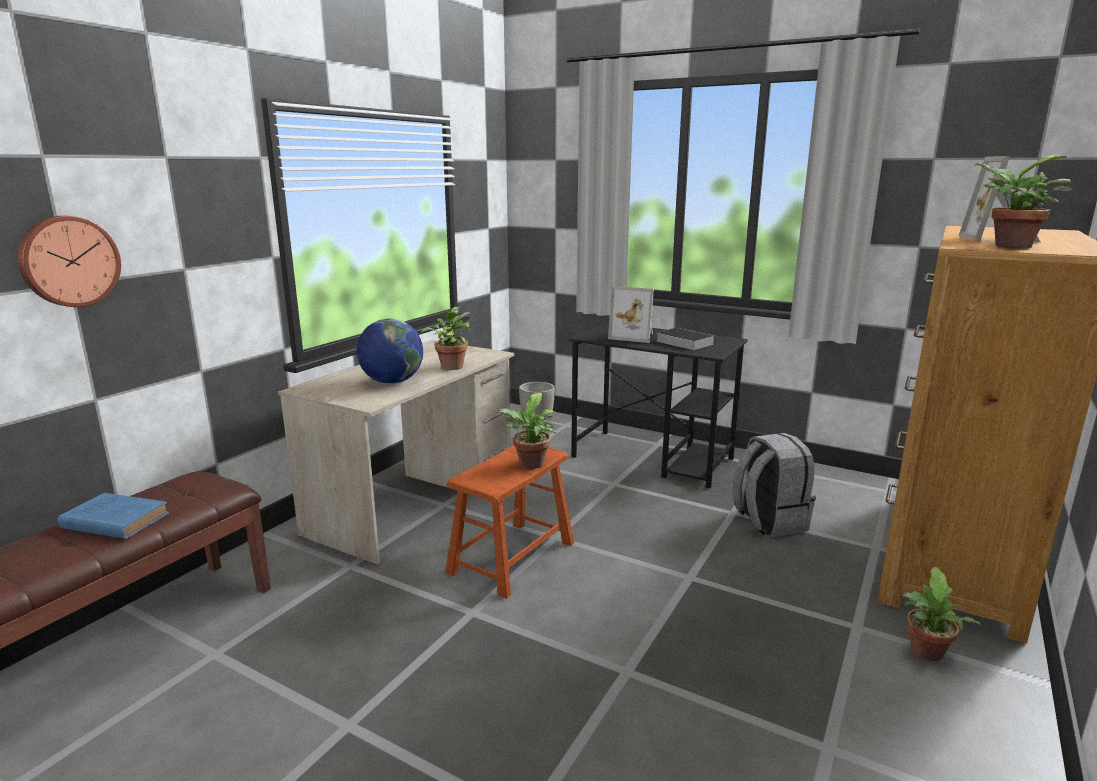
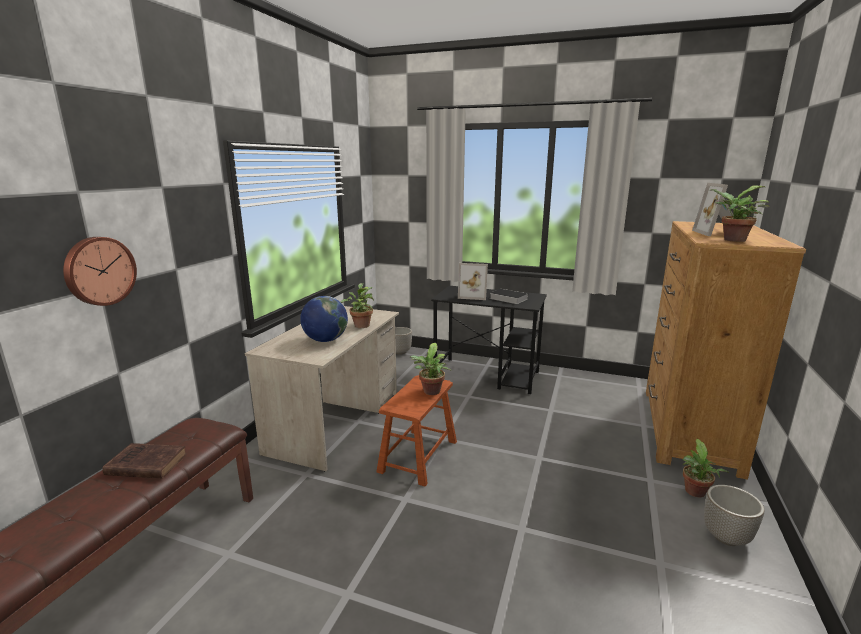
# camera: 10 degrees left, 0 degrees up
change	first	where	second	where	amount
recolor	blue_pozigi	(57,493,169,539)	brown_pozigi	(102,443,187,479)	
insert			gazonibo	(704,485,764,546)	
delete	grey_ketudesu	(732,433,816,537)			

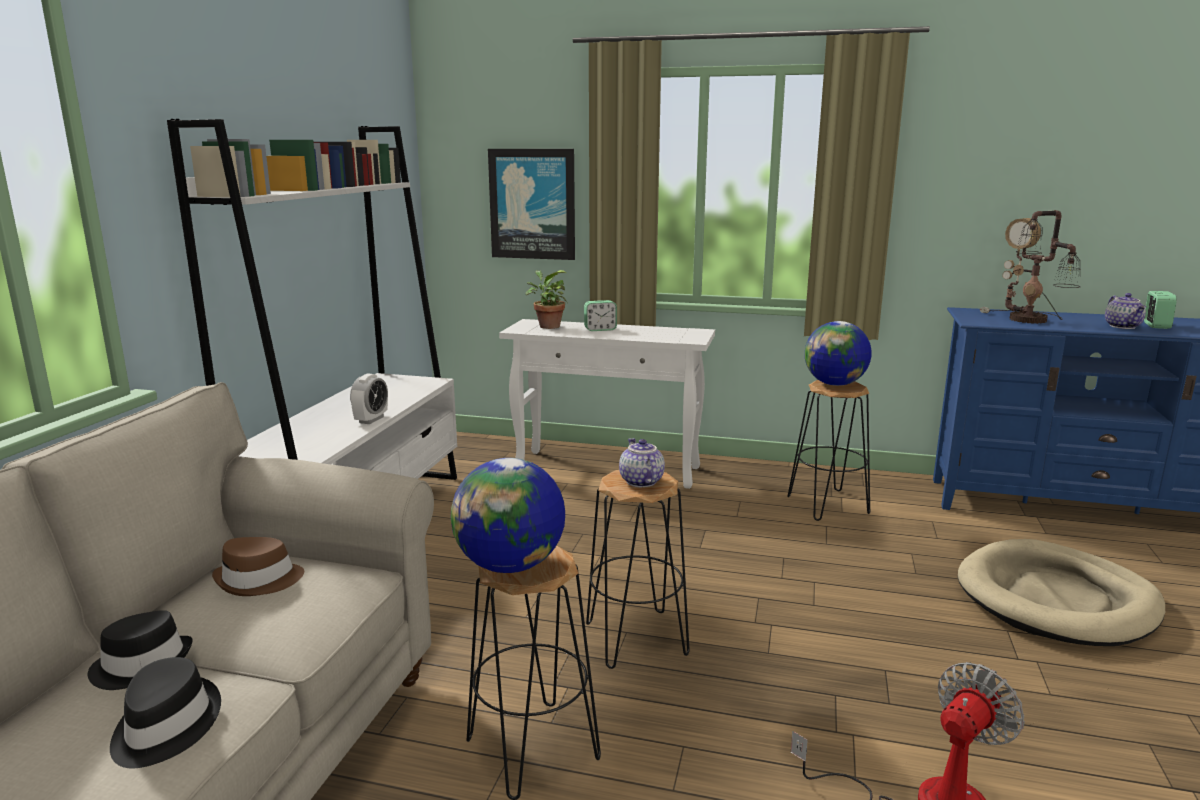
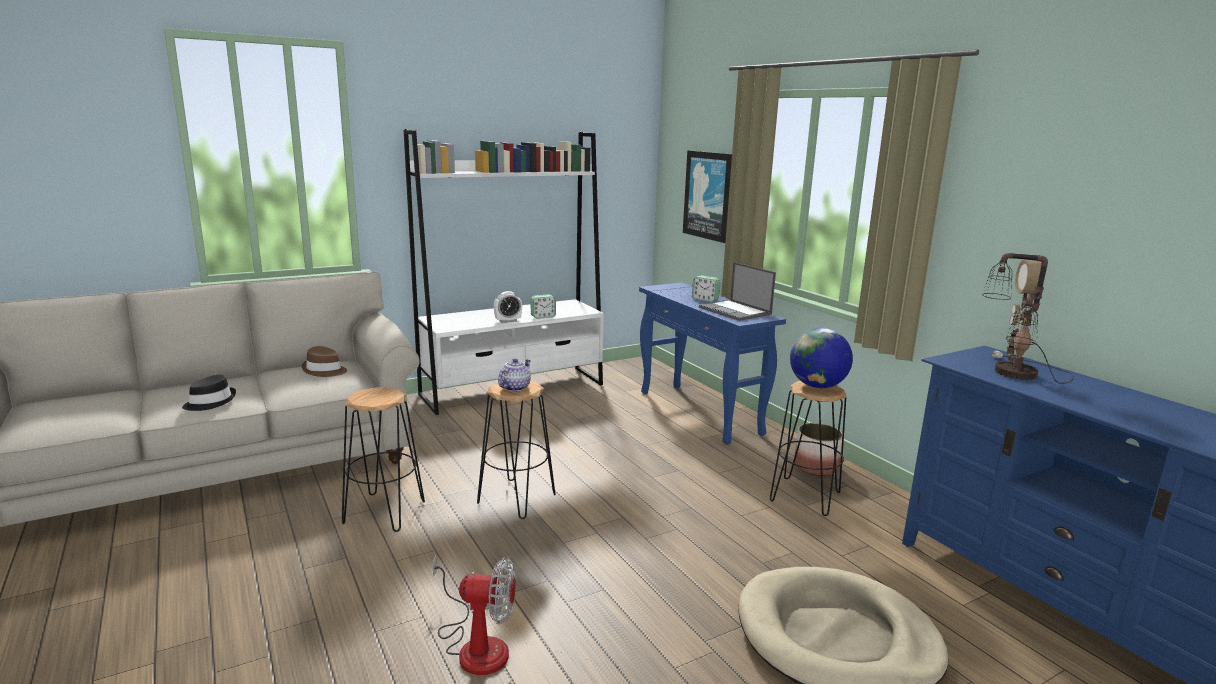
# camera: 45 degrees right, 0 degrees up
change	first	where	second	where	amount
move	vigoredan	(1144,291,1177,329)		(530,294,556,319)	
recolor	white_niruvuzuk	(499,319,715,489)	blue_niruvuzuk	(639,282,786,445)	
insert			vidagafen	(699,262,776,321)	
insert			gazonibo	(794,423,843,476)	
delete	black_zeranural	(88,610,193,690)			
delete	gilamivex	(450,458,565,573)			
delete	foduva	(525,270,567,329)			
delete	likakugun	(1105,293,1146,329)			

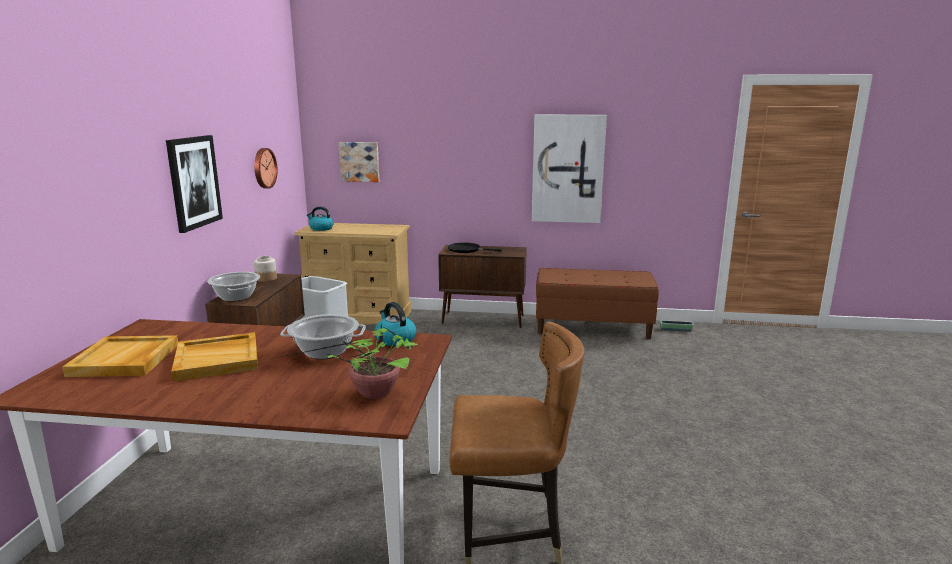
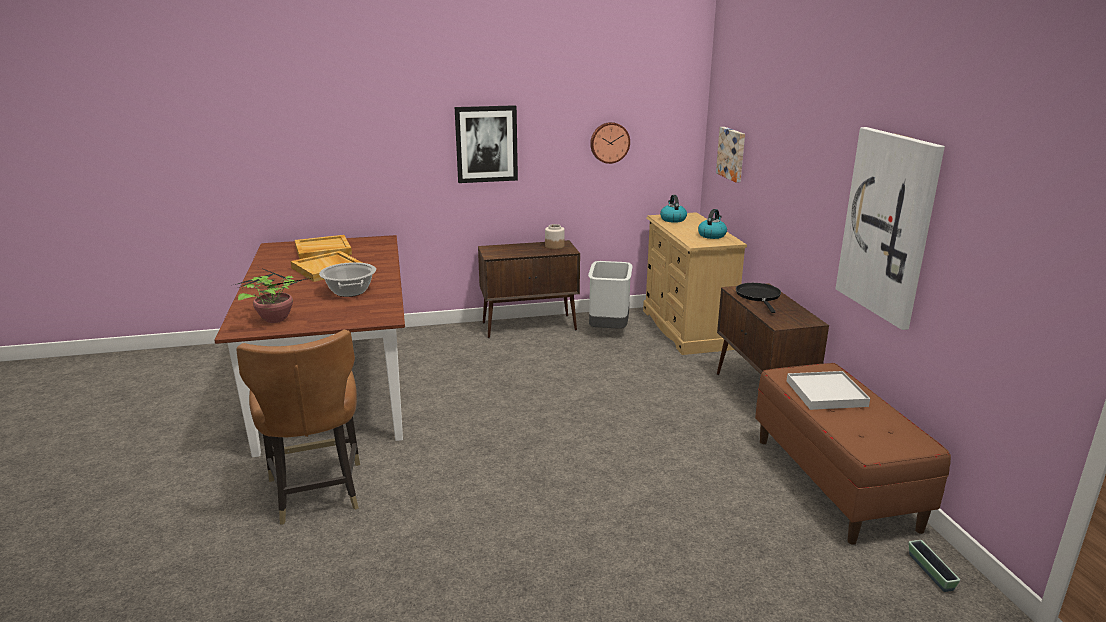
# camera: 70 degrees right, 5 degrees up
change	first	where	second	where	amount
move	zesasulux	(375,302,416,346)		(698,209,727,239)	
insert			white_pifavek	(787,371,870,410)	
delete	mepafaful	(207,272,260,301)			

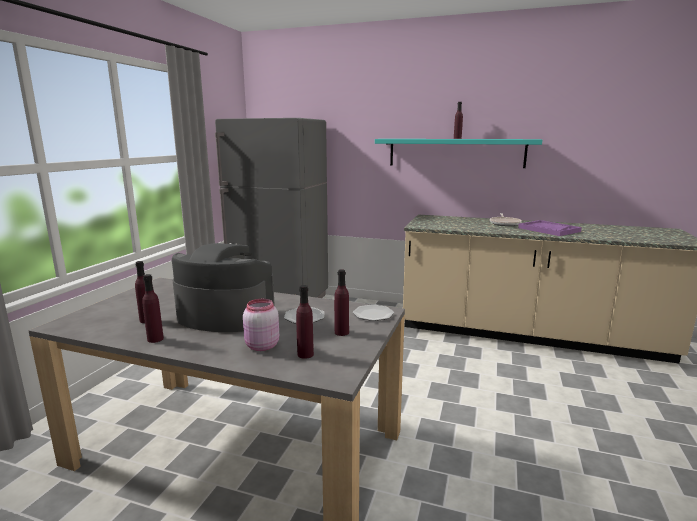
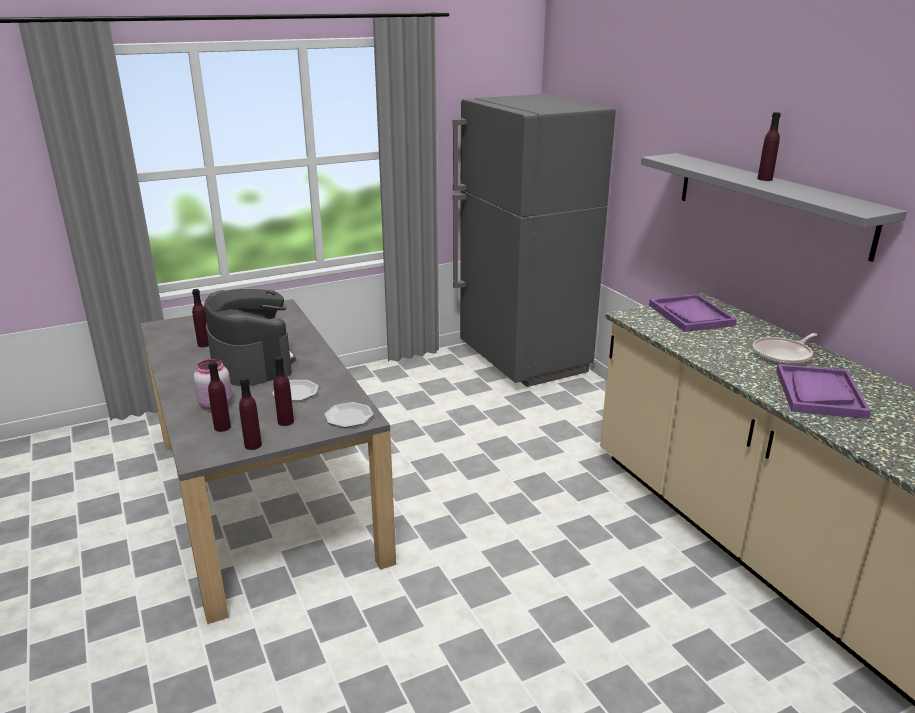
# camera: 45 degrees right, 10 degrees up
change	first	where	second	where	amount
move	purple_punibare	(142,274,164,343)		(239,377,262,450)	
recolor	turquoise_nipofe	(375,139,542,168)	grey_nipofe	(641,153,907,262)	
insert			purple_pifavek	(649,294,737,332)	

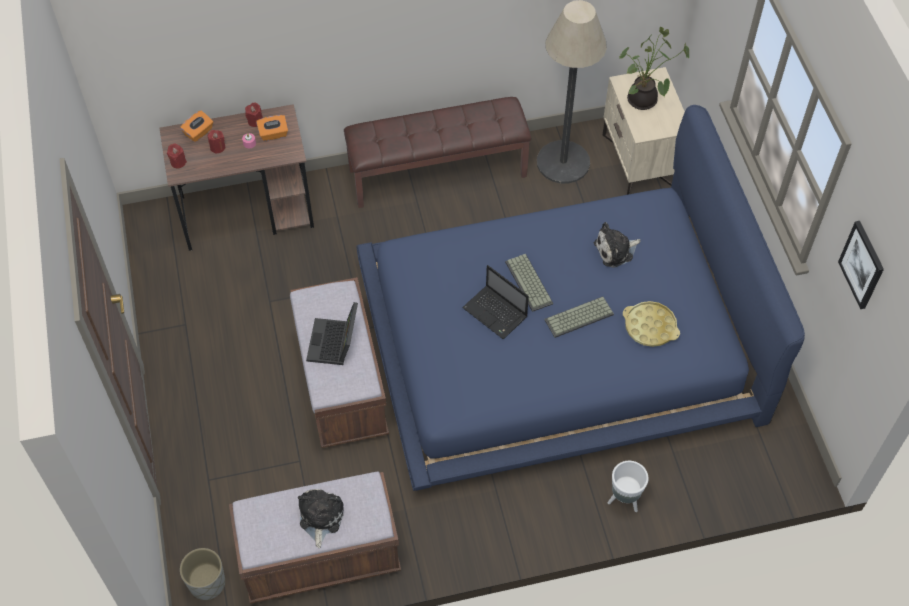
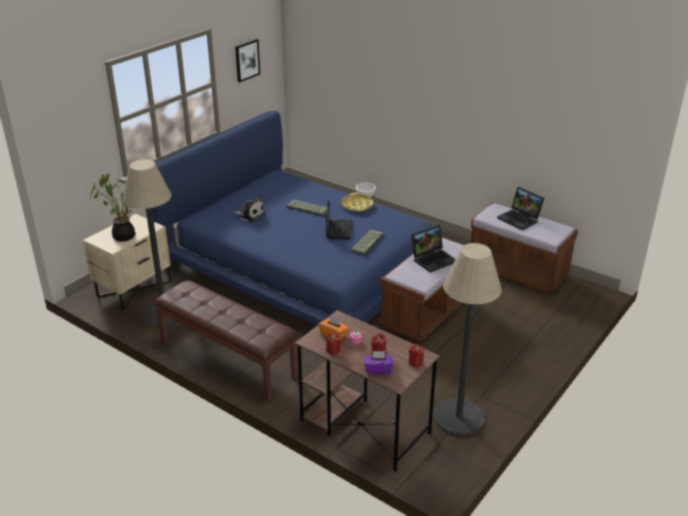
# camera: 130 degrees left, 25 degrees down
change	first	where	second	where	amount
move	yellow_pifavek	(623,301,680,347)		(341,193,373,211)	
move	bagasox	(505,254,553,312)		(351,229,384,255)	
recolor	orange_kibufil	(180,110,213,142)	purple_kibufil	(364,351,393,375)	
insert			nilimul	(434,243,502,436)	
replace	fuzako	(298,489,343,548)	vidagafen	(497,187,544,230)	
delete	grey_gazonibo	(180,548,225,600)			

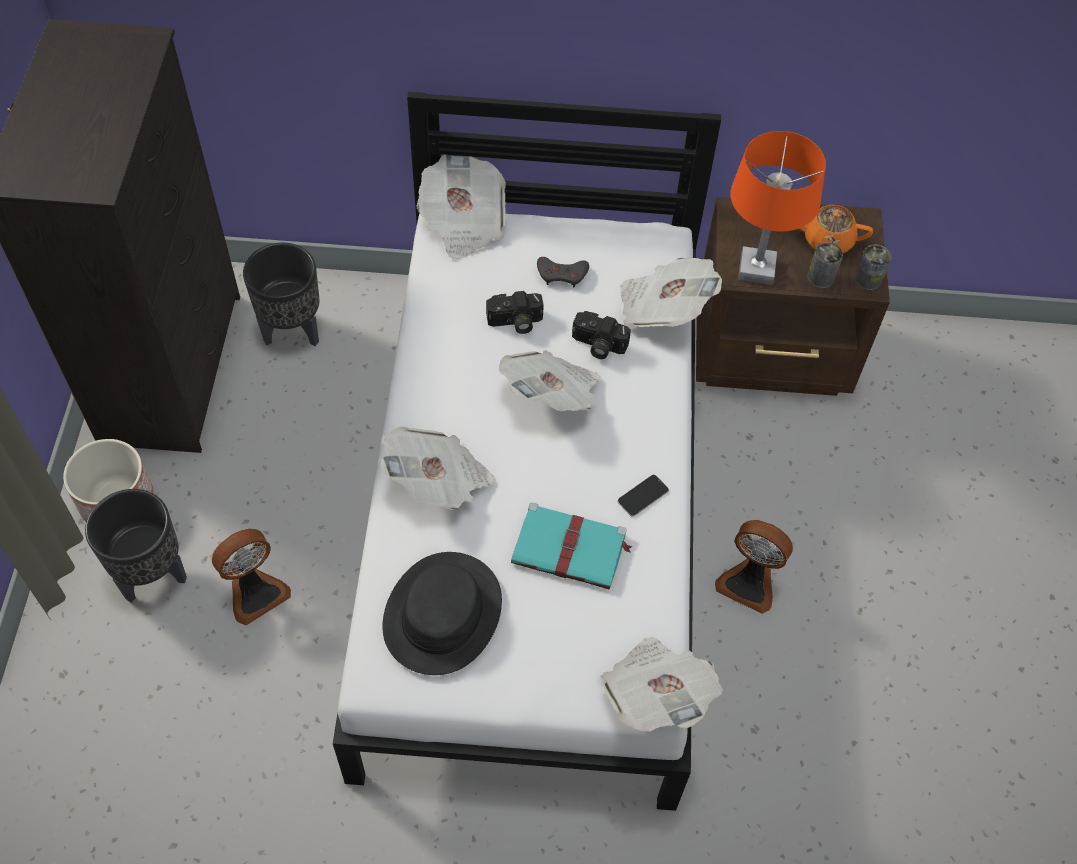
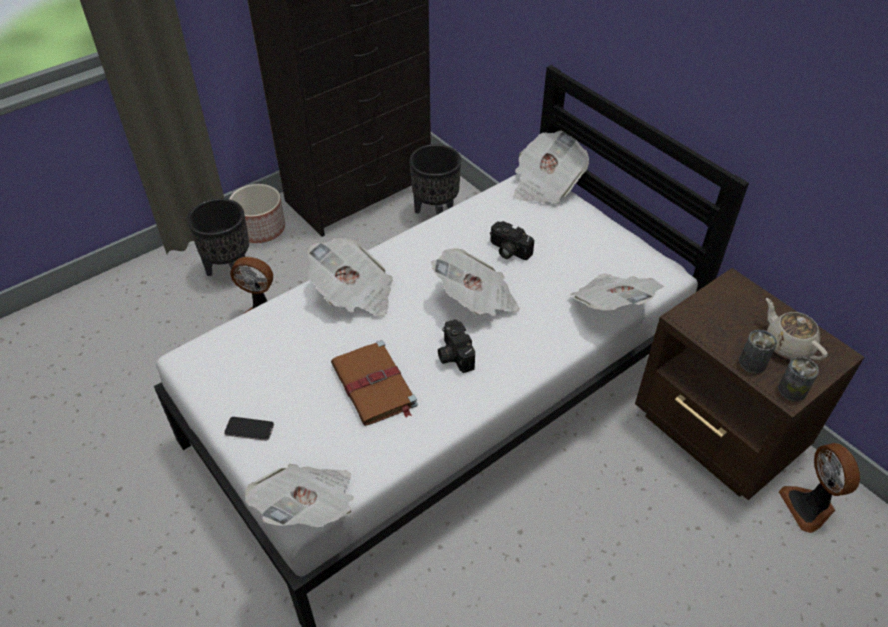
# camera: 50 degrees right, 10 degrees down
change	first	where	second	where	amount
move	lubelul	(618,475,669,517)		(224,417,274,441)	
recolor	turquoise_pozigi	(511,502,633,590)	brown_pozigi	(331,340,418,426)	
move	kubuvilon	(572,311,631,359)		(438,319,475,373)	
recolor	orange_likakugun	(799,205,873,253)	beige_likakugun	(766,298,828,360)	
move	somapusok	(715,520,793,614)		(779,443,860,533)	
delete	black_zeranural	(382,552,502,675)			
delete	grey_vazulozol	(537,257,589,288)			
delete	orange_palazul	(731,131,826,285)			

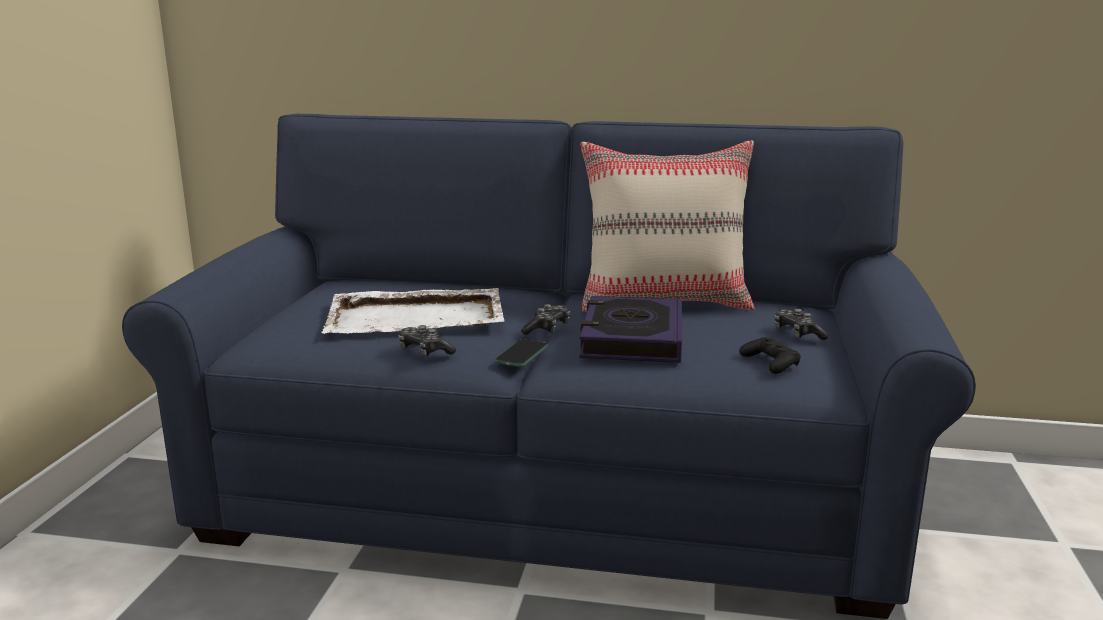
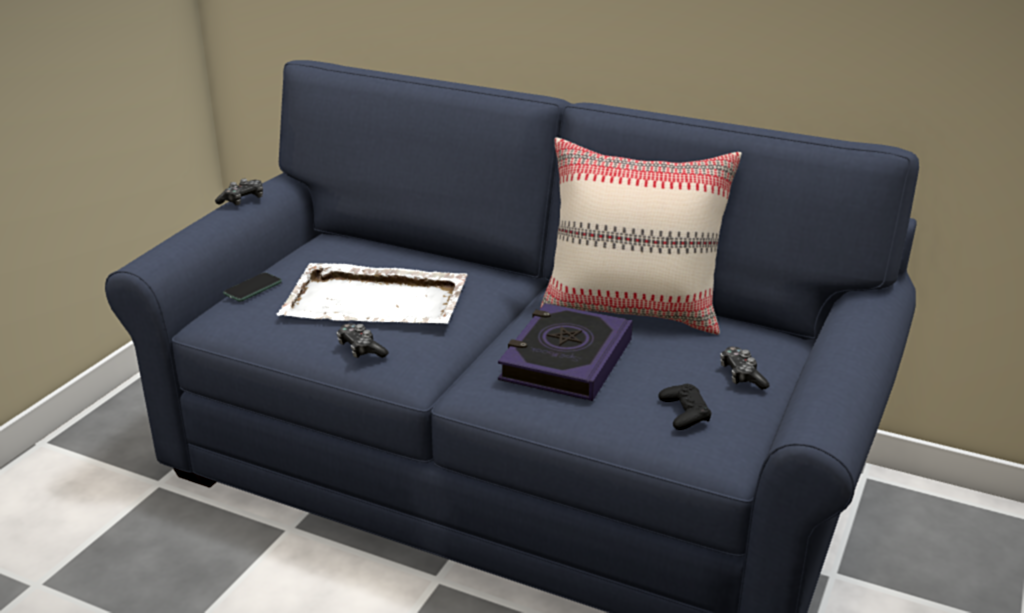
# camera: 15 degrees right, 10 degrees up
change	first	where	second	where	amount
move	vazulozol	(521,304,570,335)		(215,179,263,205)	
move	lubelul	(495,339,548,367)		(223,273,282,302)	

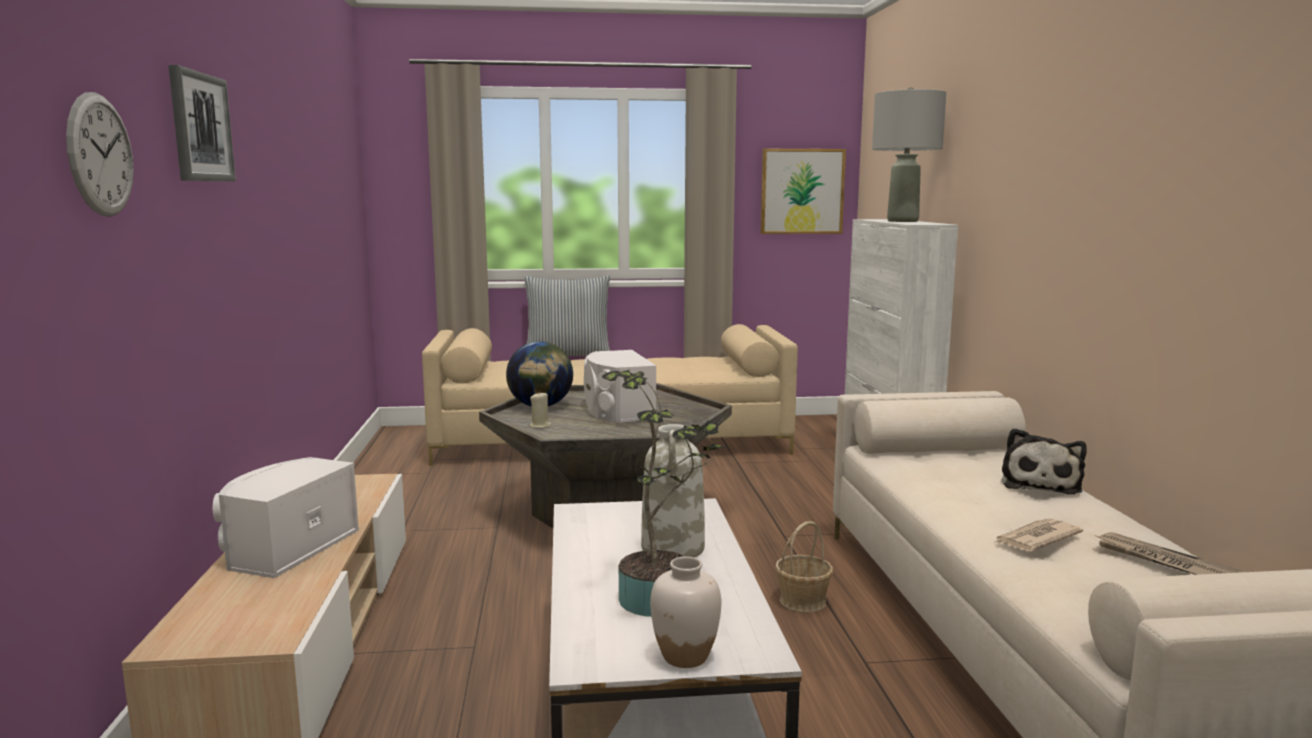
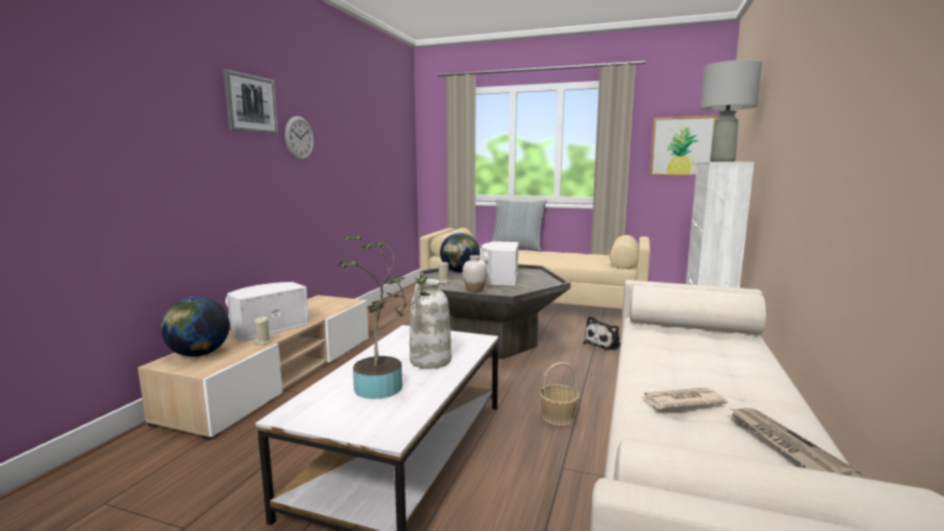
# camera: 25 degrees right, 0 degrees up
change	first	where	second	where	amount
insert			gilamivex	(161,297,230,357)	
insert			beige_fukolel	(254,317,271,345)	
move	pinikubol	(66,92,134,217)		(285,116,314,160)	
move	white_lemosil	(650,556,721,668)		(463,255,487,292)	
move	fuzako	(1001,428,1087,494)		(583,316,621,350)	

